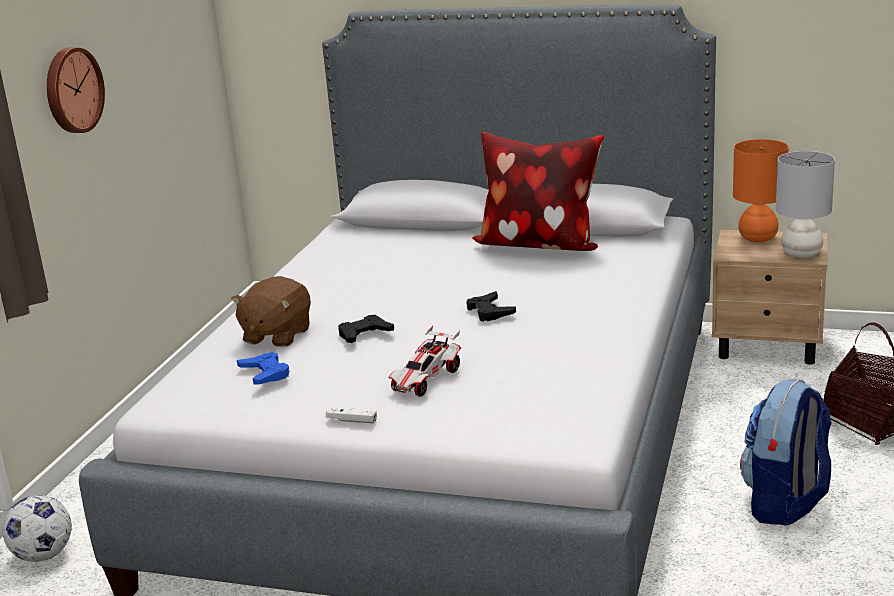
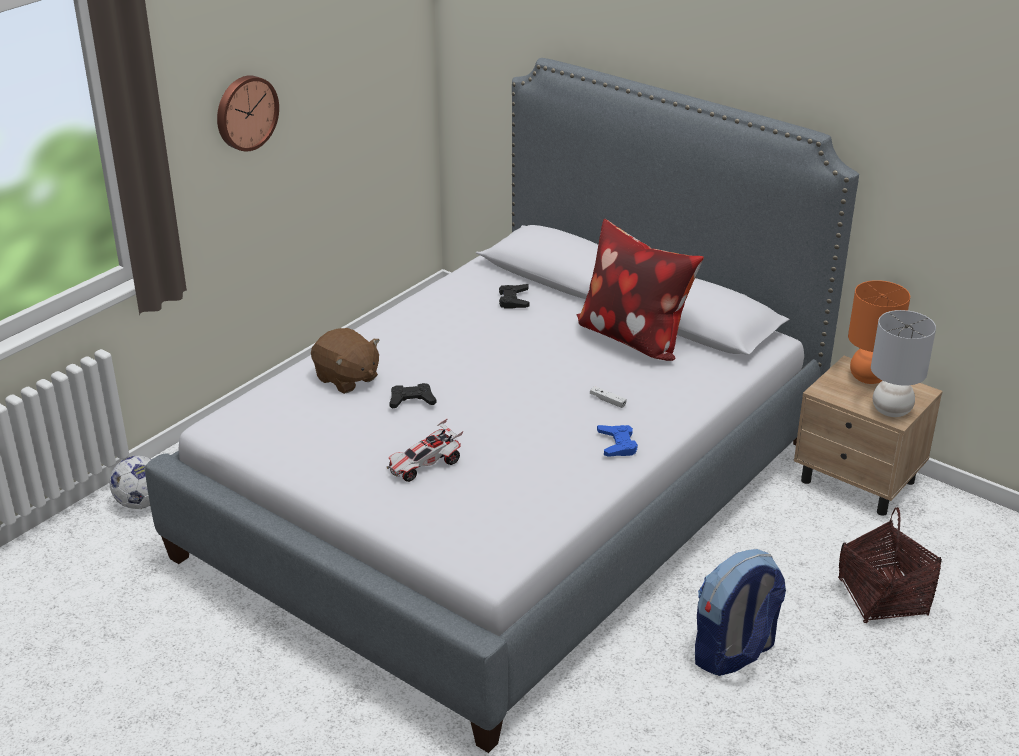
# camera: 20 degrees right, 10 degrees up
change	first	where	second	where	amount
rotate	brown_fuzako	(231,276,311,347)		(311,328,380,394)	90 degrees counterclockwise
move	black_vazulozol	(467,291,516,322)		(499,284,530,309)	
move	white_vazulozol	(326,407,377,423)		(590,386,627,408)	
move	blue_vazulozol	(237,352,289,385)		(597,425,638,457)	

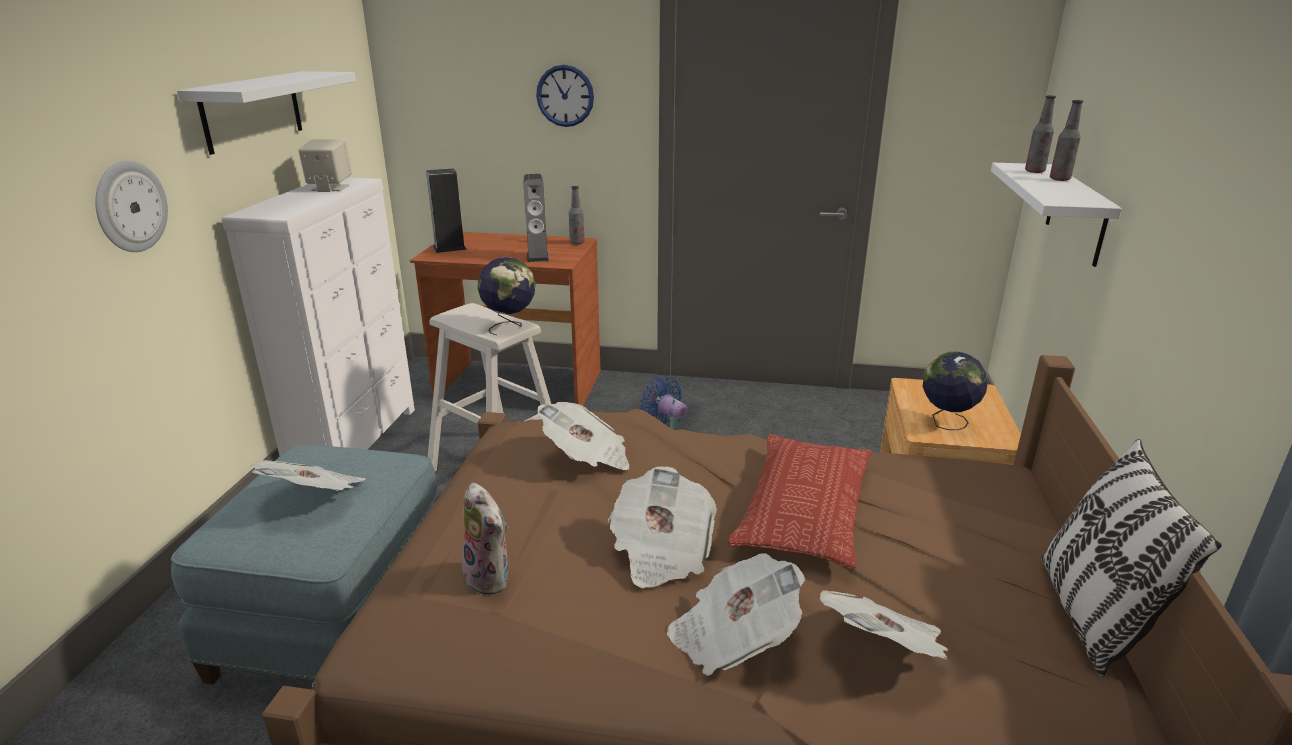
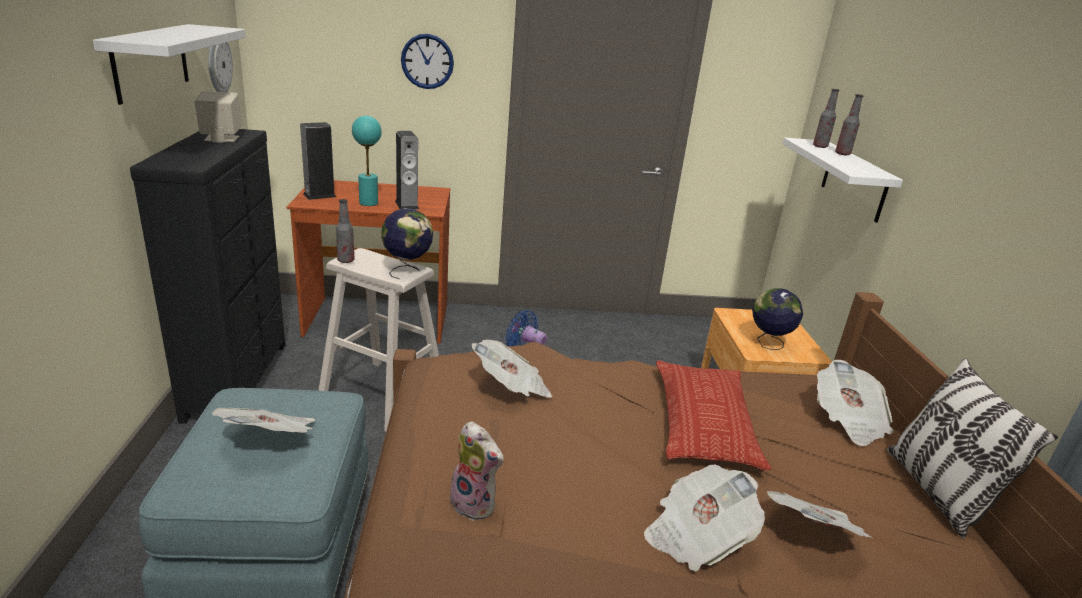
# camera: 15 degrees left, 0 degrees up
change	first	where	second	where	amount
recolor	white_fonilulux	(222,178,415,456)	black_fonilulux	(130,129,285,424)	
move	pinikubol	(95,161,168,252)		(208,42,233,92)	
move	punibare	(569,186,585,245)		(336,199,354,263)	
insert			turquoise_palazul	(352,116,382,206)	
move	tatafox	(608,466,717,588)		(817,360,894,446)	

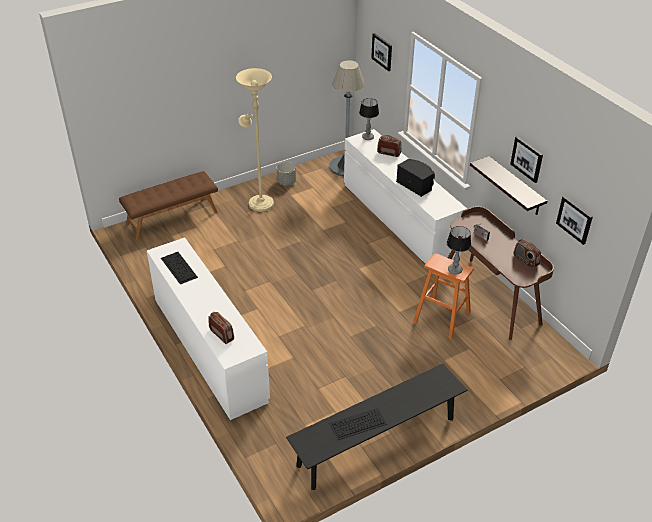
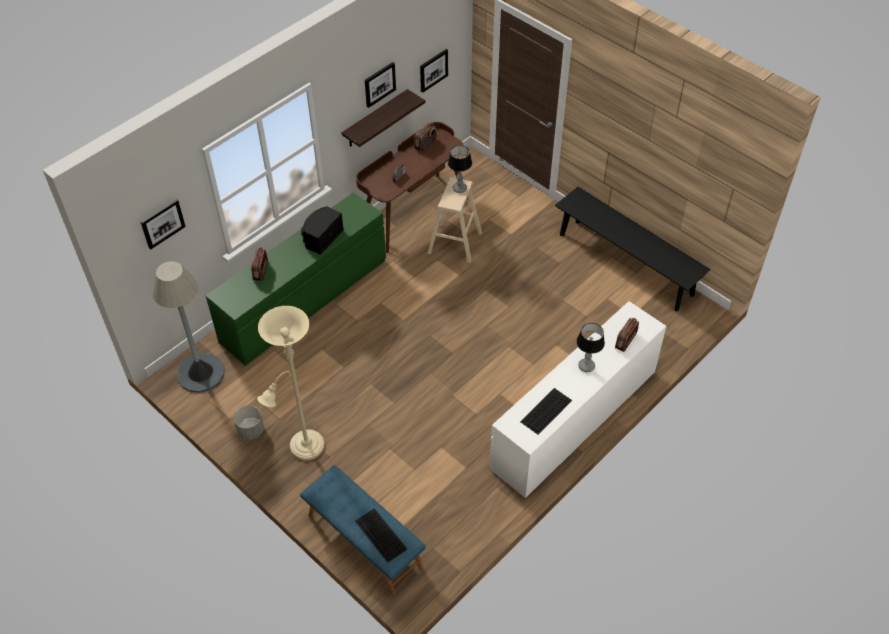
# camera: 105 degrees left, 10 degrees up
change	first	where	second	where	amount
recolor	white_fonilulux	(344,129,467,264)	green_fonilulux	(206,192,386,366)	
recolor	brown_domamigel	(119,171,218,240)	blue_domamigel	(300,465,426,594)	
move	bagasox	(329,408,387,440)		(355,508,407,562)	
recolor	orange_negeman	(413,253,474,339)	beige_negeman	(428,177,482,263)	
move	palazul	(359,98,379,140)		(577,323,605,372)	

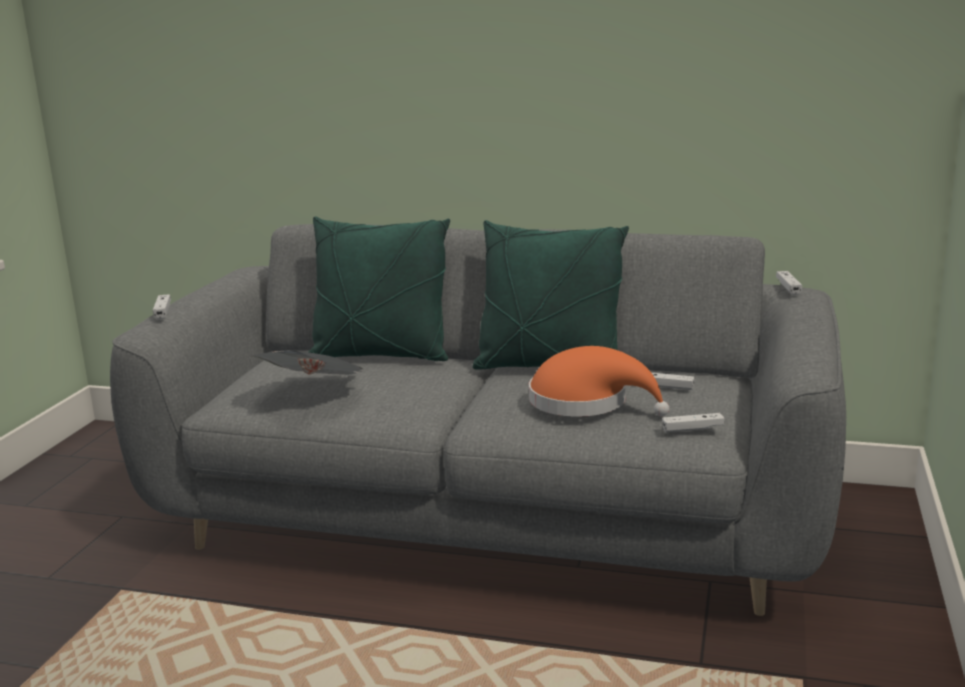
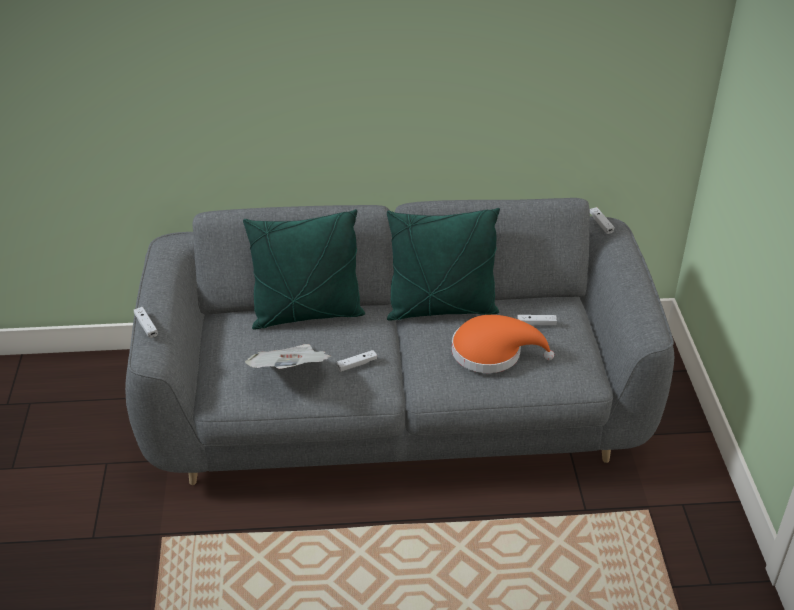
# camera: 20 degrees left, 20 degrees up
change	first	where	second	where	amount
move	white_vazulozol	(662,413,724,433)		(337,350,377,372)	

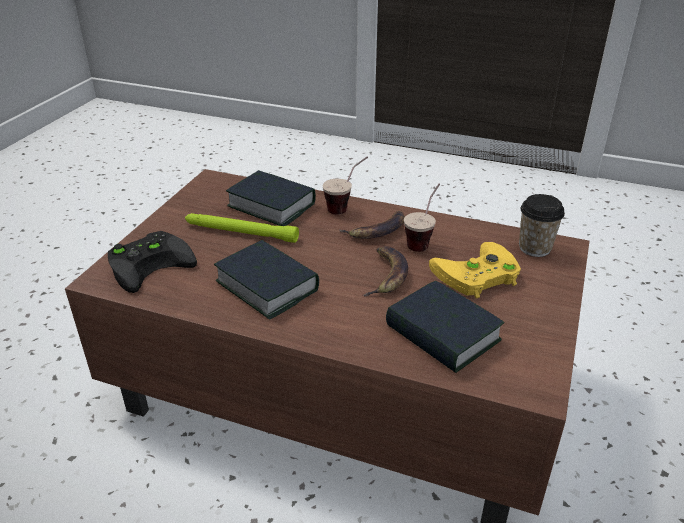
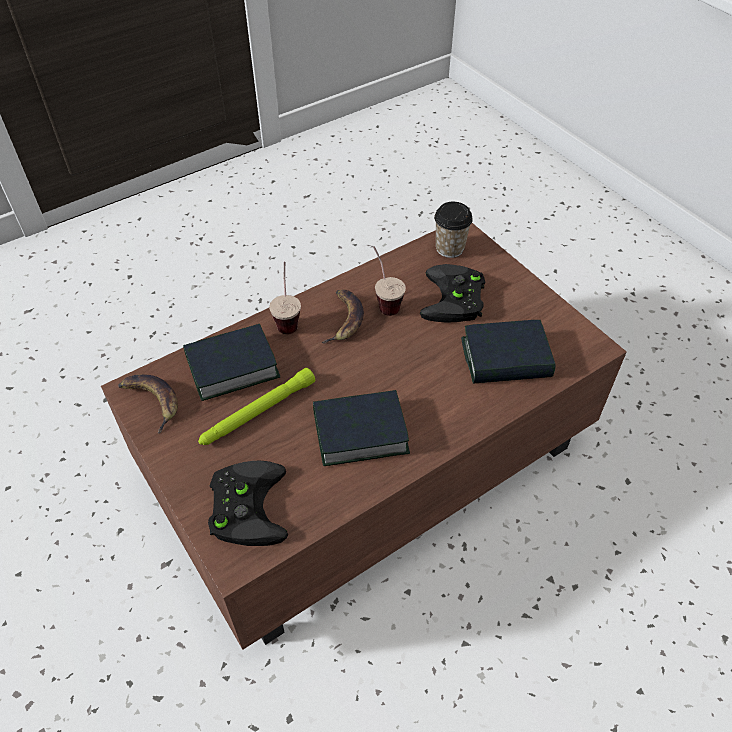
# camera: 55 degrees left, 15 degrees up
change	first	where	second	where	amount
move	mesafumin	(363,246,408,296)		(118,374,178,434)	
recolor	yellow_vazulozol	(429,242,521,298)	black_vazulozol	(420,264,485,323)	

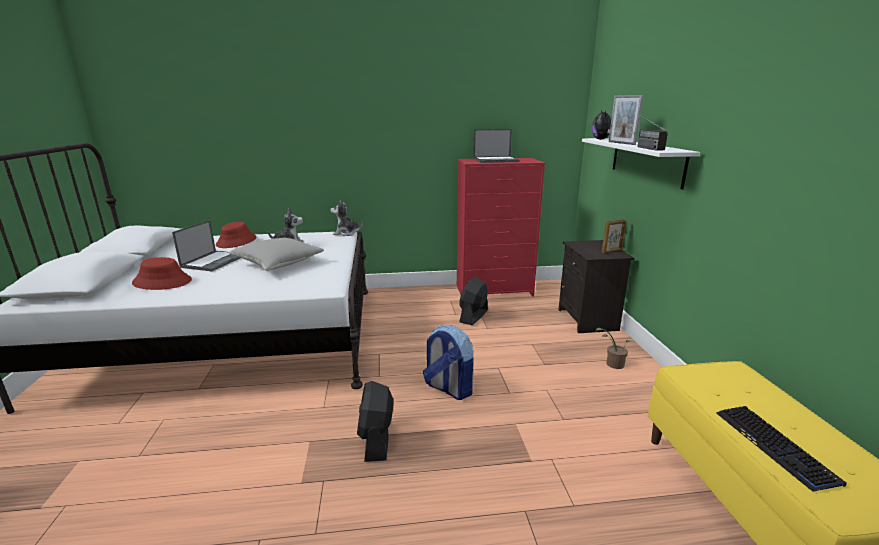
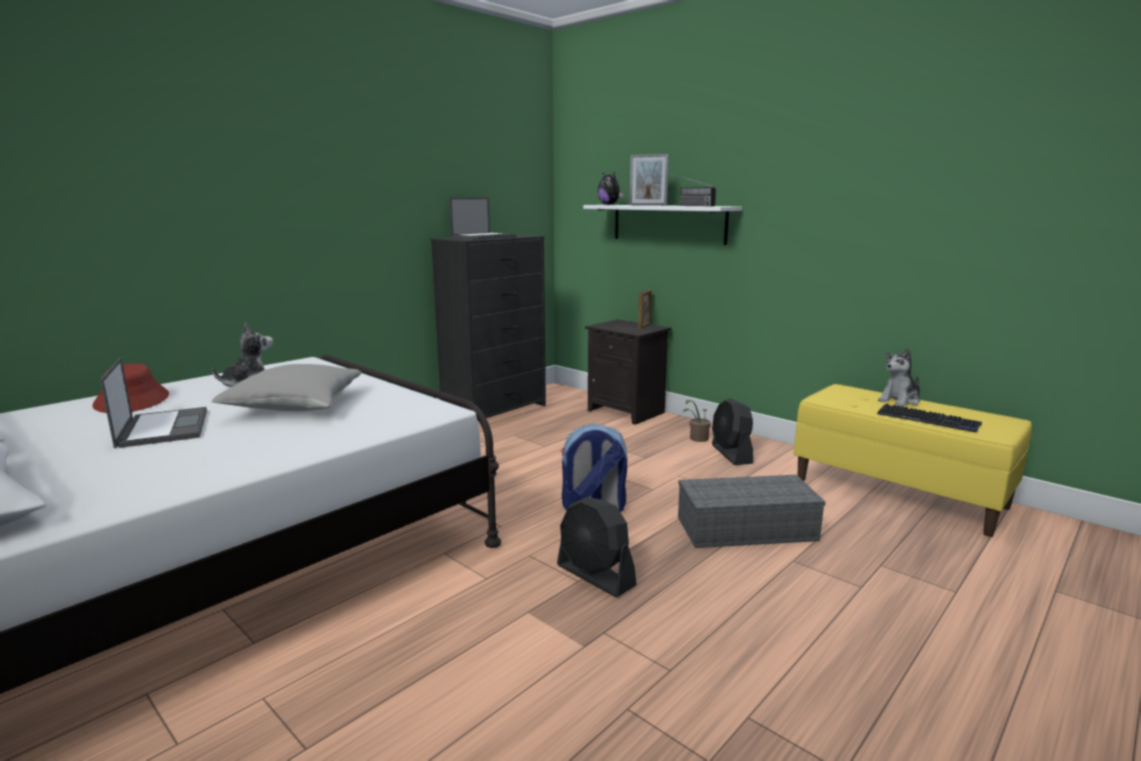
# camera: 40 degrees left, 5 degrees down
change	first	where	second	where	amount
recolor	red_fonilulux	(457,158,545,297)	black_fonilulux	(431,235,546,421)	
insert			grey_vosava	(678,475,826,548)	
move	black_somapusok	(459,277,488,325)		(712,398,753,465)	
move	fuzako	(330,200,363,236)		(878,348,920,407)	
delete	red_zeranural	(132,257,192,290)			

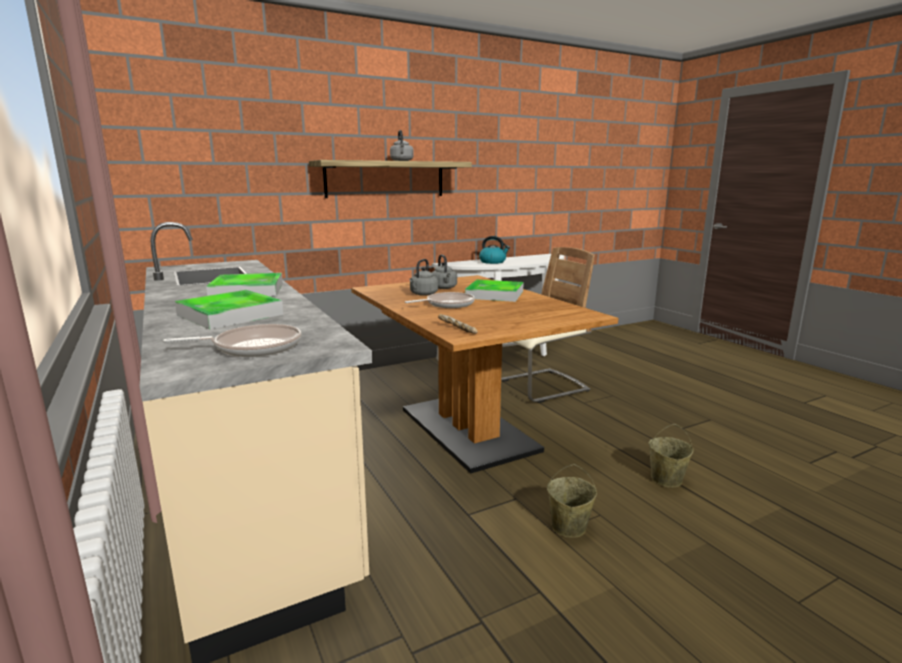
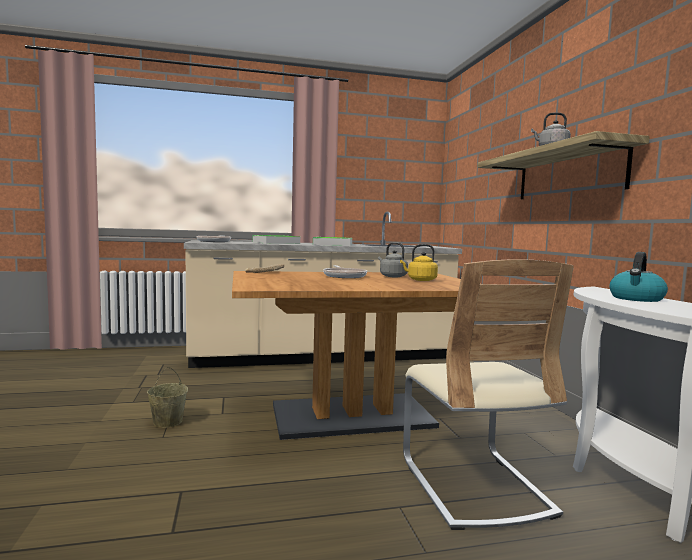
# camera: 105 degrees right, 10 degrees down
change	first	where	second	where	amount
recolor	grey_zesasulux	(432,255,457,289)	yellow_zesasulux	(400,244,438,281)	
delete	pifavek	(465,280,524,302)			
delete	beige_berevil	(648,424,694,488)			

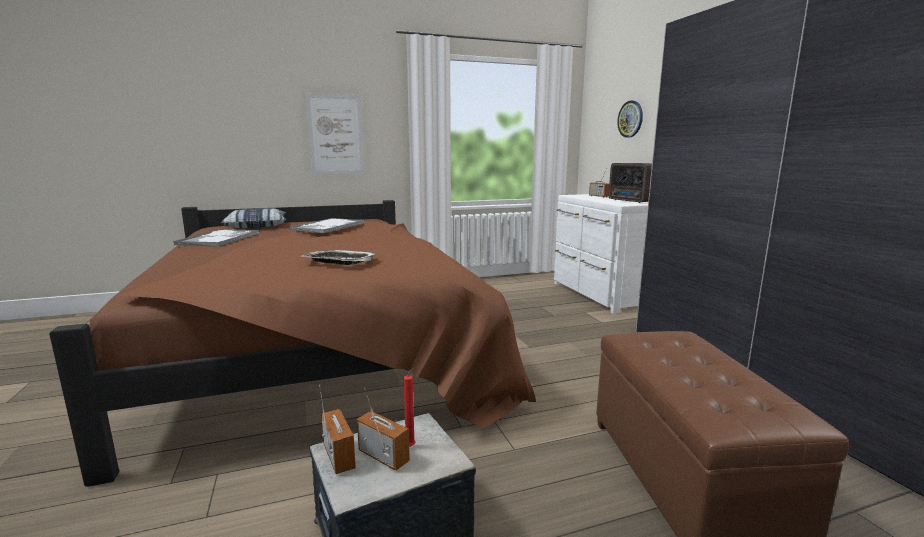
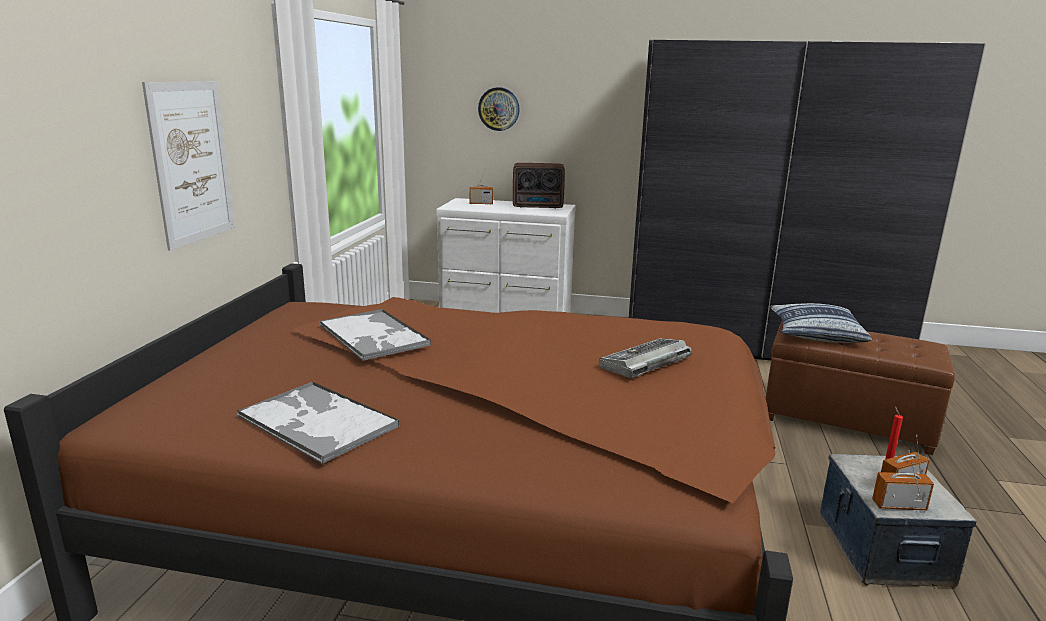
# camera: 60 degrees left, 5 degrees up
change	first	where	second	where	amount
replace	pifavek	(302,250,375,265)	bagasox	(599,338,692,378)	
move	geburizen	(221,209,286,228)		(769,303,872,343)	

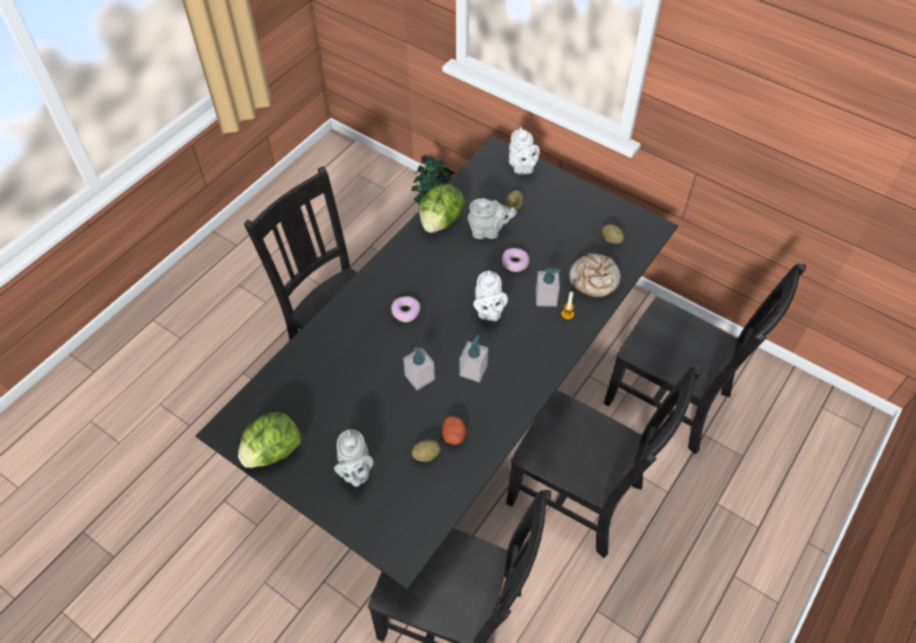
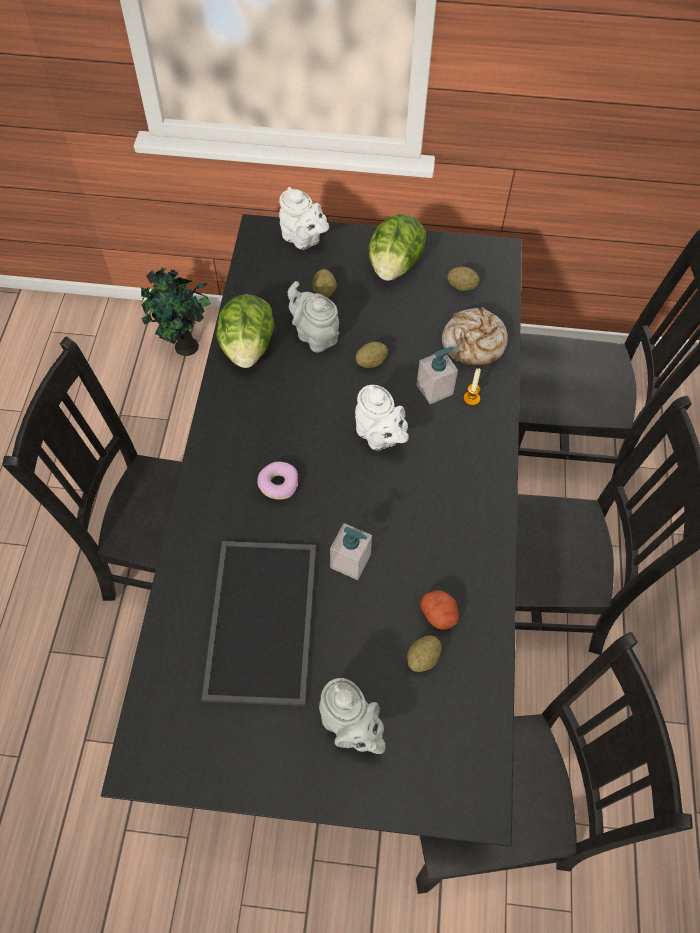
# camera: 30 degrees left, 5 degrees up
change	first	where	second	where	amount
insert			pifavek	(202,541,316,706)	
rotate	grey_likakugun	(468,198,517,239)		(288,281,339,352)	105 degrees counterclockwise
replace	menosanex	(502,248,529,272)	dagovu	(356,342,388,368)	
move	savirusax	(238,412,302,468)		(368,214,426,281)	
delete	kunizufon	(460,335,488,383)			

